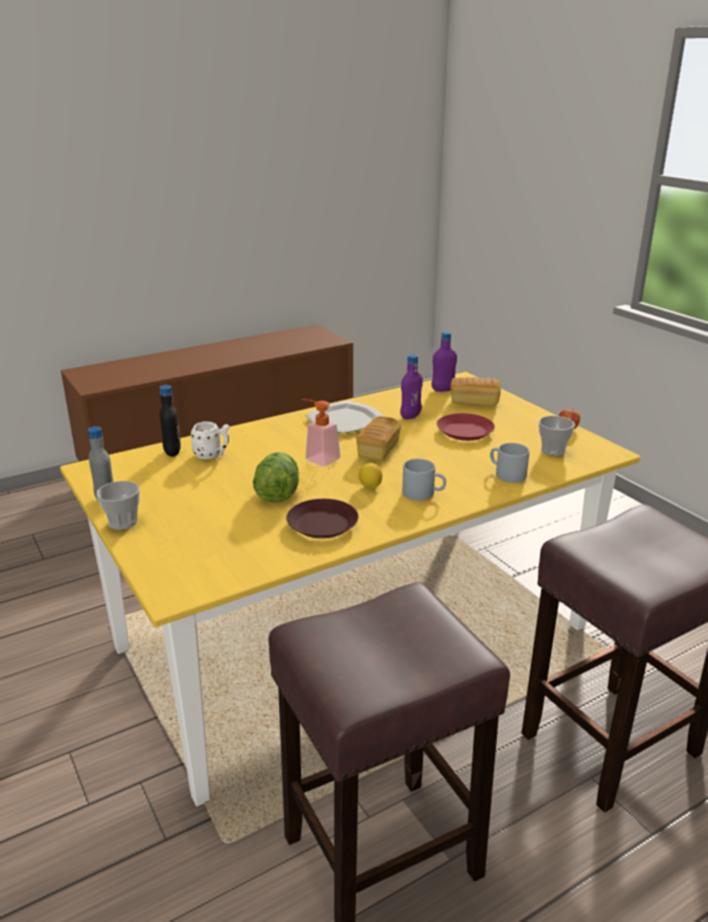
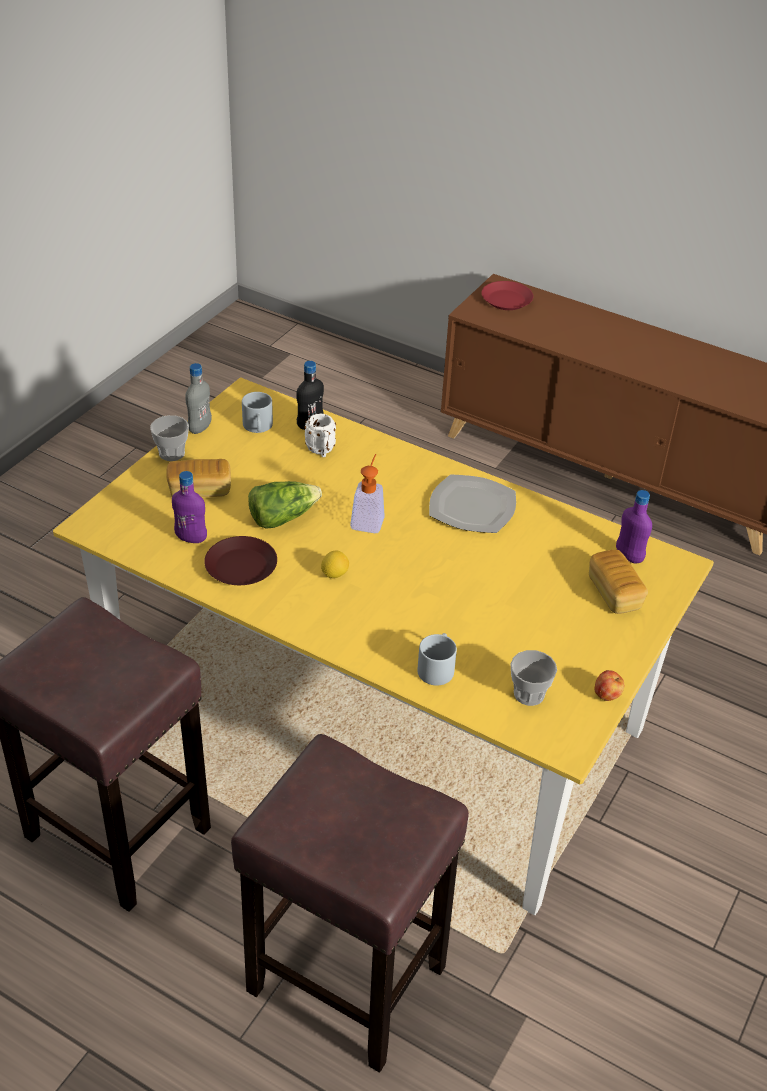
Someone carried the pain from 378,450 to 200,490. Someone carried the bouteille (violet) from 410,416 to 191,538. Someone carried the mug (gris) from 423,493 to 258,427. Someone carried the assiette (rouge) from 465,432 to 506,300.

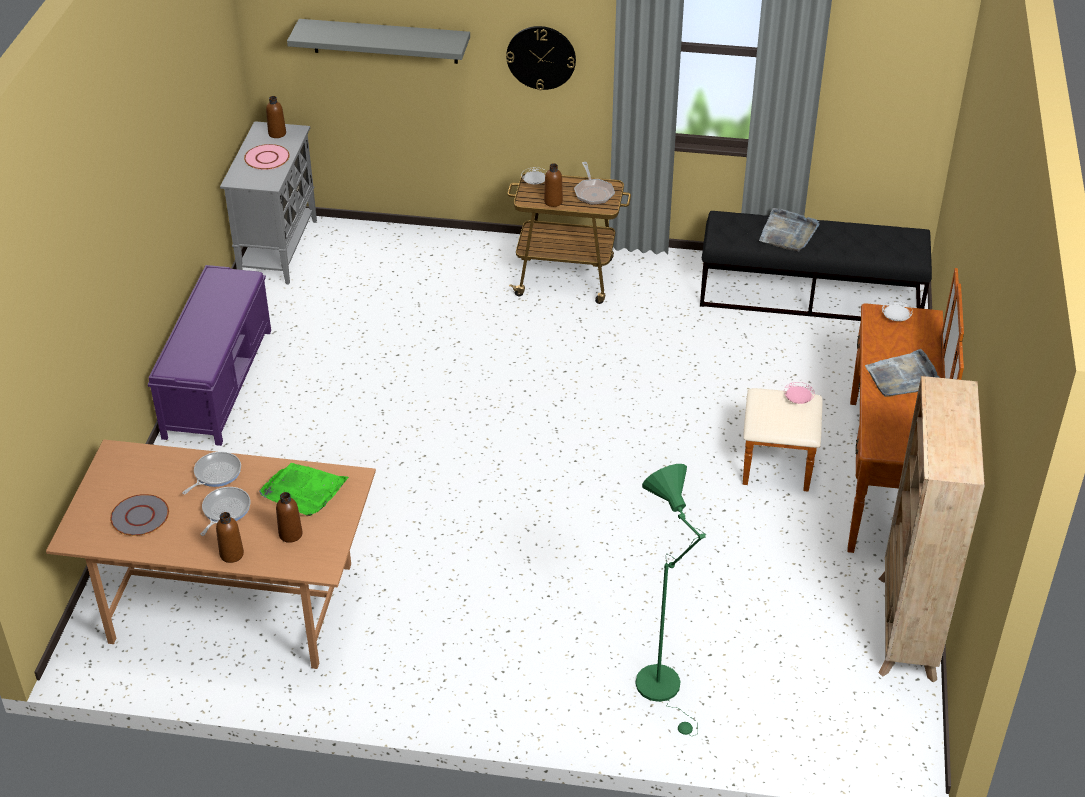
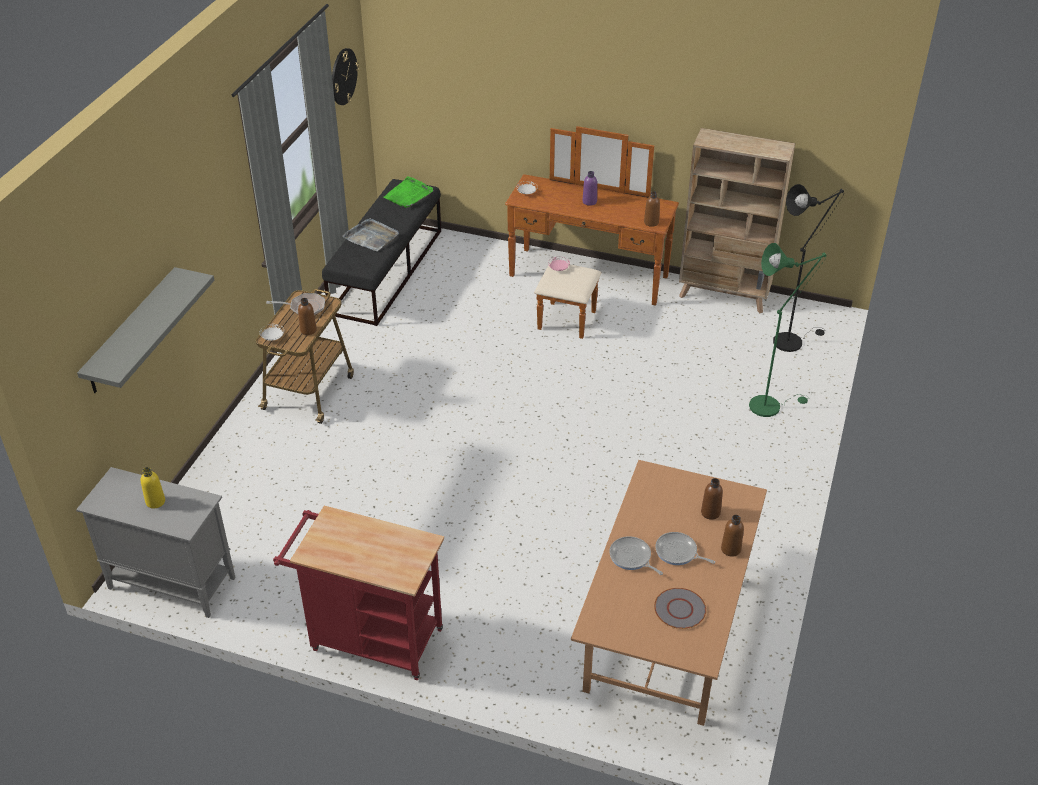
Someone swapped the banc (violet) at 218,382 for the chariot (rouge) at 369,638. Someone swapped the assiette (rose) at 266,158 for the bouteille (jaune) at 155,501. Someone carried the plateau (vert) from 303,491 to 408,195. Someone carried the bouteille (marron) from 277,133 to 651,222. Someone carried the horloge murale from 541,57 to 343,76. Someone swapped the plateau (gris) at 903,377 for the bouteille (violet) at 589,201. Someone put down the lampadaire (noir) at 791,340.

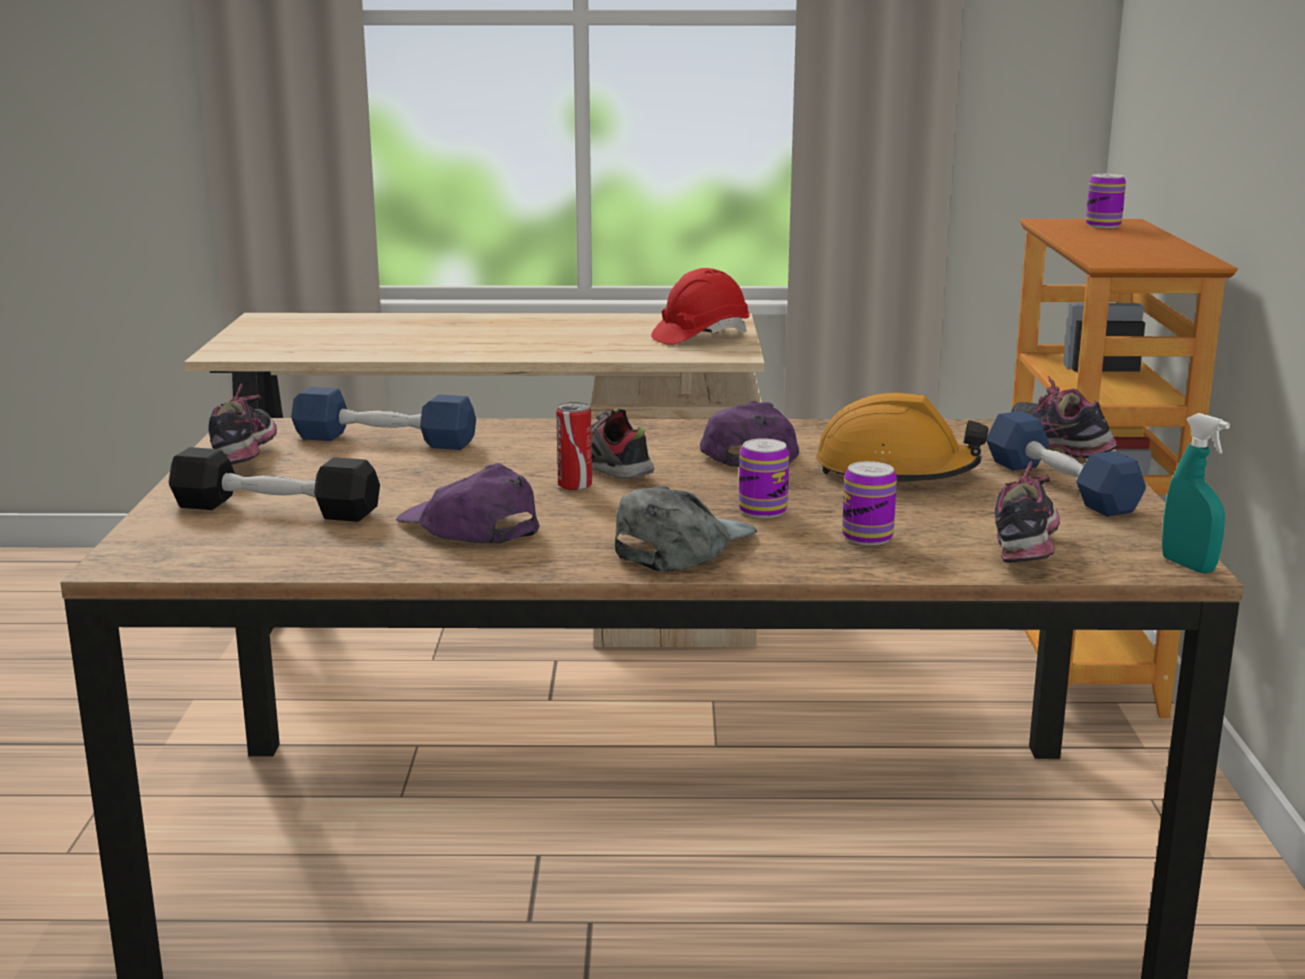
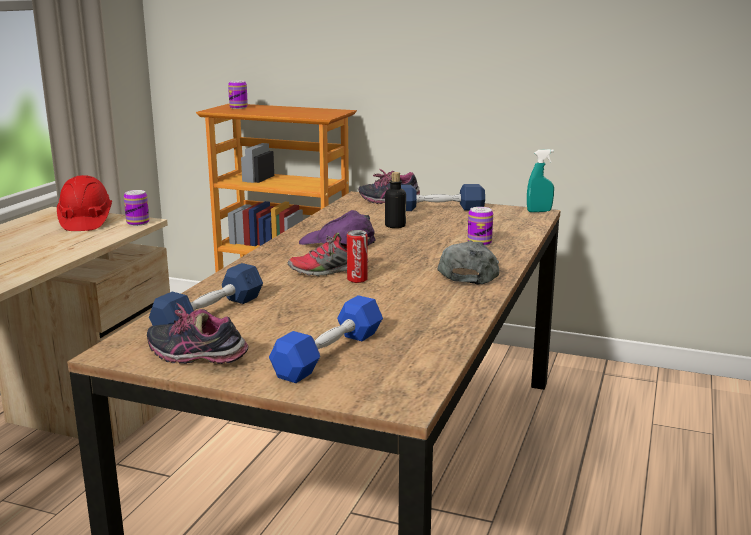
Someone repainted the haltère (noir) at 275,509, which became the haltère (bleu) at 329,354. Someone took away the casquette (violet) at 468,525. Someone rotated the casquette (gris) at 682,546 by 45 degrees clockwise. Someone carried the boîte métallique from 762,511 to 138,223. Someone swapped the casque de chantier (orange) at 896,472 for the bouteille at 395,226. Someone took away the chaussure at 1026,550.

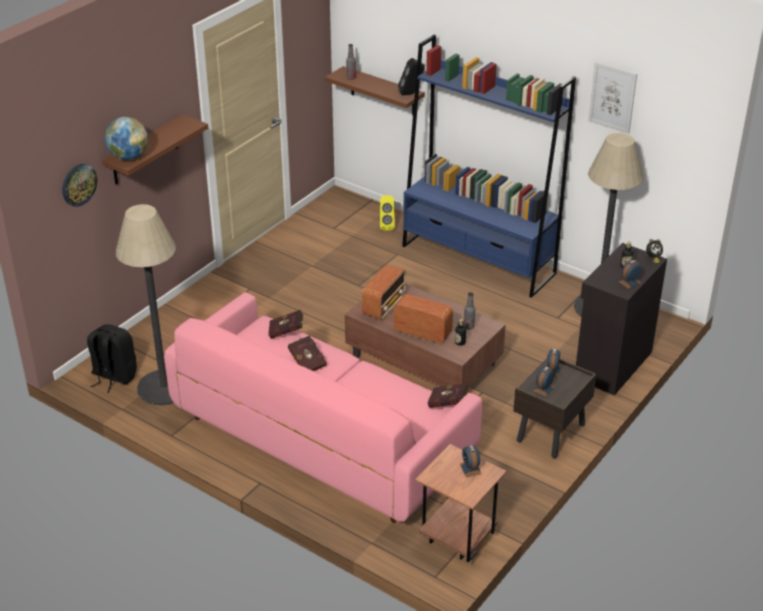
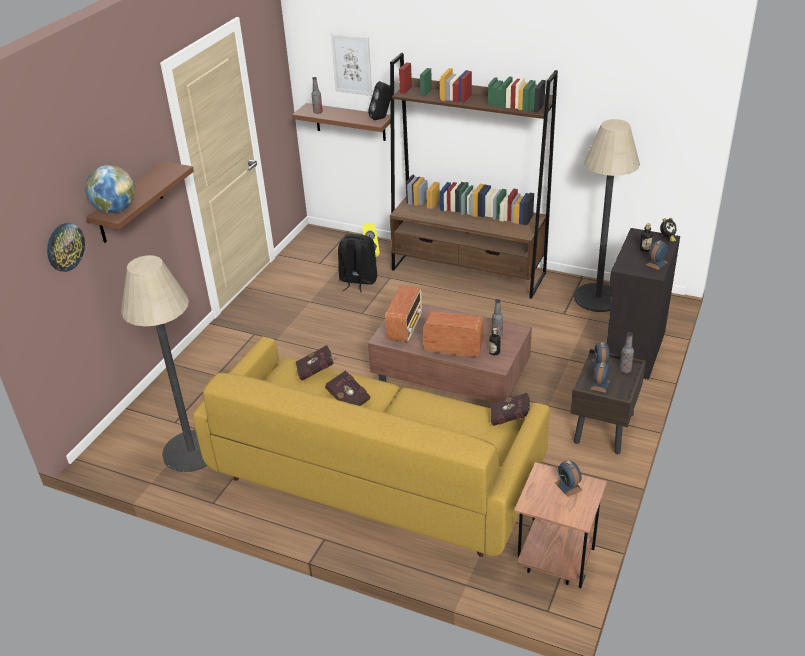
Someone carried the sac à dos (noir) from 113,377 to 358,281. Someone repainted the canapé (rose) at 322,437, which became the canapé (jaune) at 375,475. Someone repainted the bibliothèque (bleu) at 478,260, which became the bibliothèque (marron) at 468,271. Someone carried the tableau from 612,97 to 352,64. Someone put down the bouteille at 625,370.

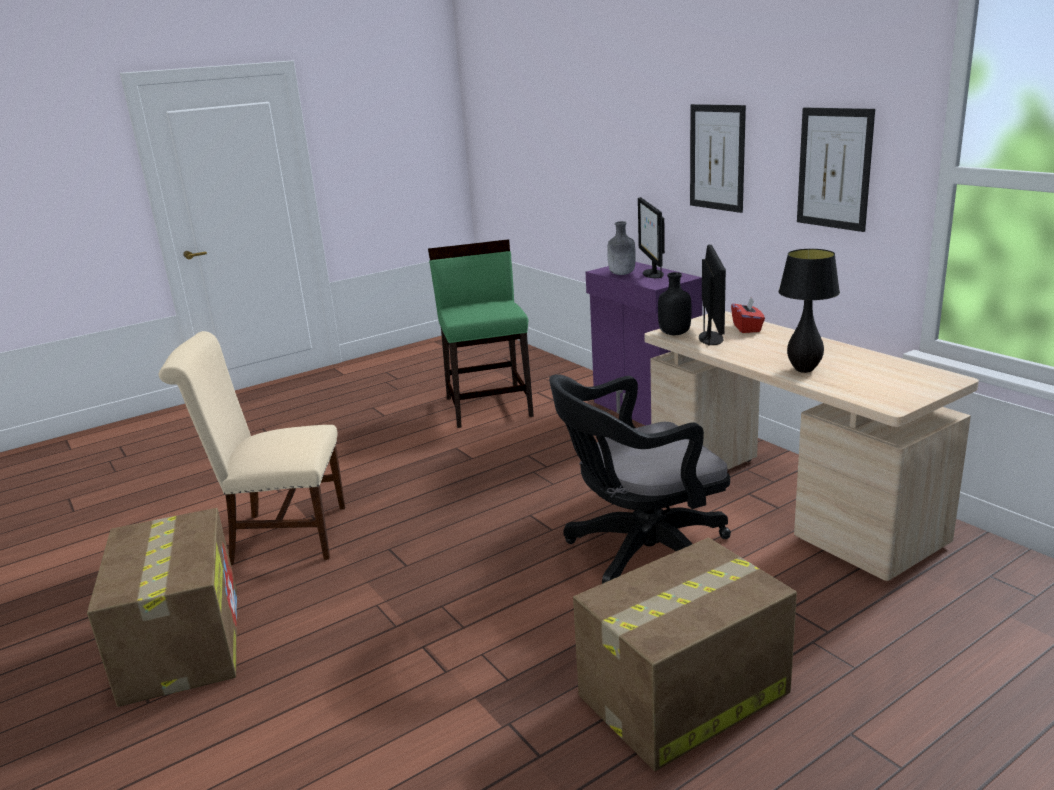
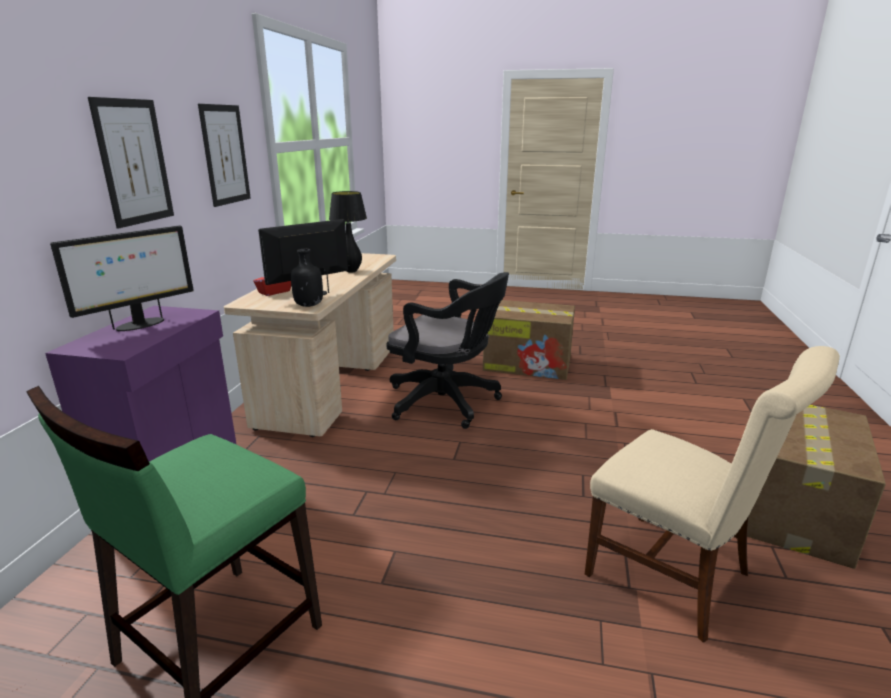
Someone took away the bouteille (gris) at 621,274.

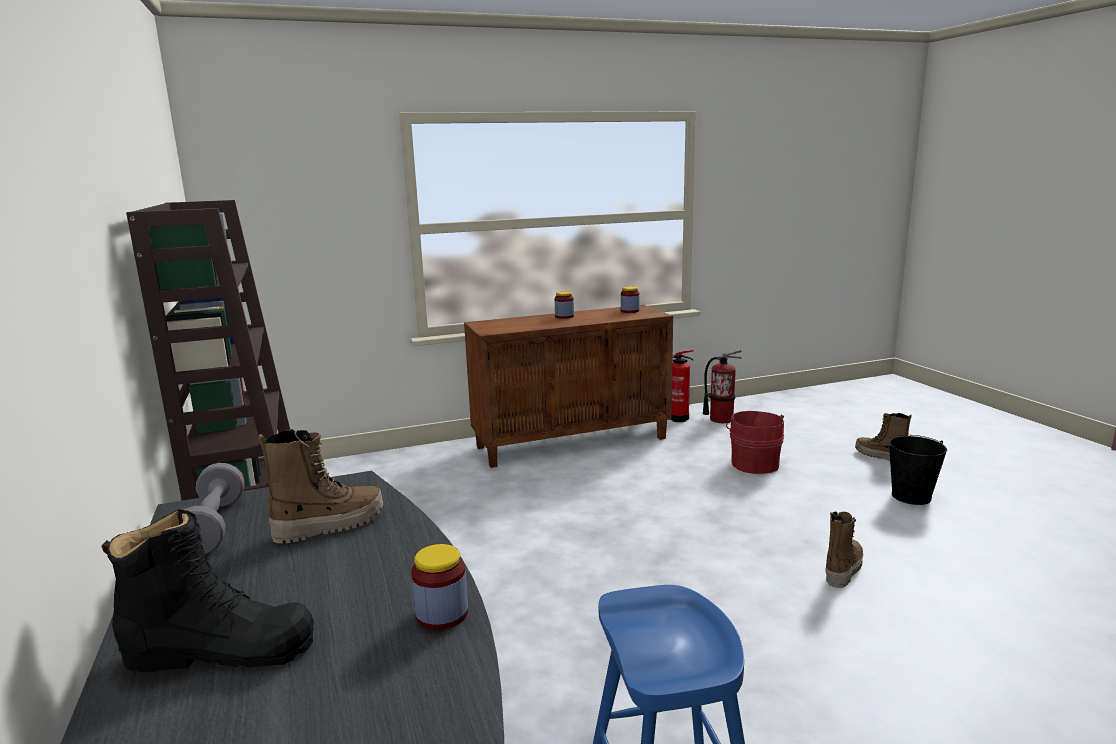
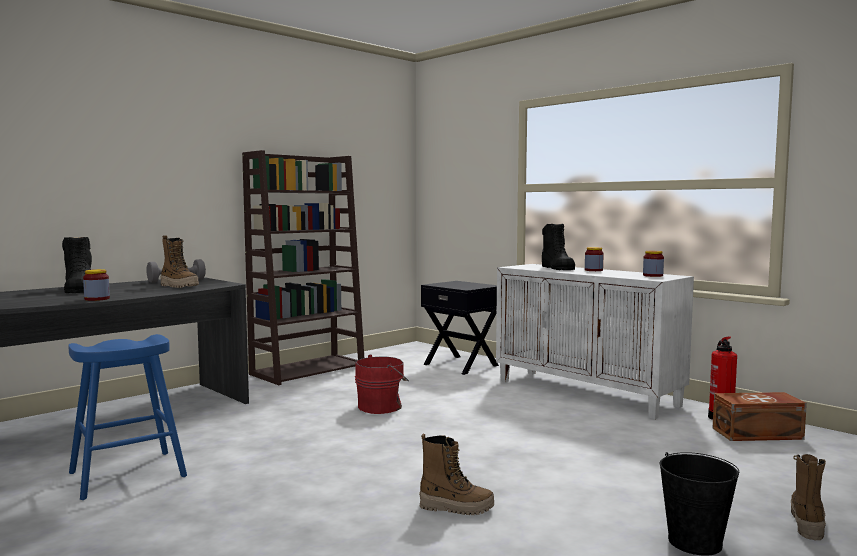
Someone repainted the meuble de rangement (marron) at 572,442, which became the meuble de rangement (blanc) at 587,393. Someone swapped the extincteur at 721,419 for the boîte de rangement (marron) at 759,434. Someone carried the seau (rouge) from 754,463 to 382,406. Someone put down the table de chevet (noir) at 461,365. Someone put down the botte (noir) at 557,268.

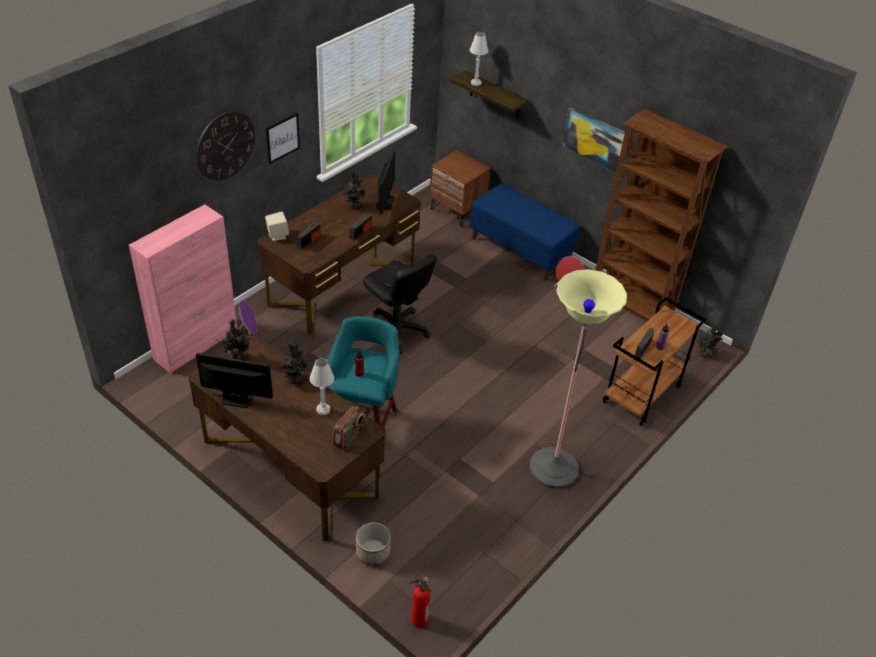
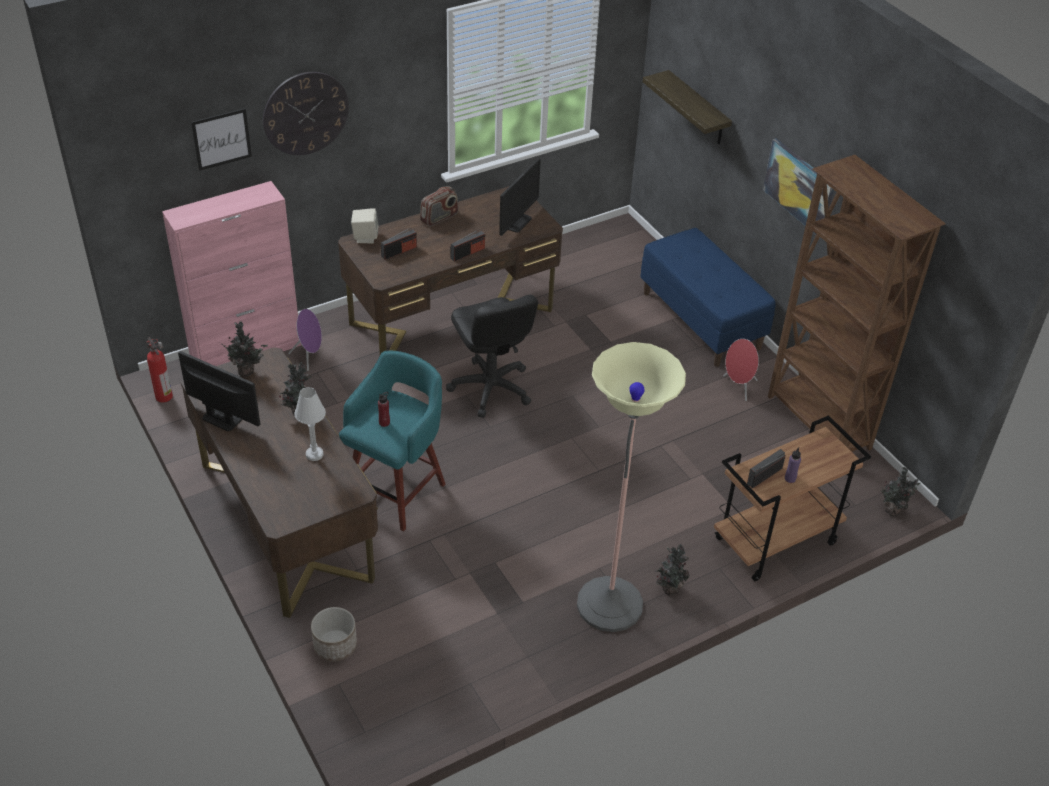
Someone carried the tableau from 282,138 to 221,139. Someone carried the radio from 349,436 to 439,218. Someone carried the plante en pot from 353,205 to 669,588. Someone carried the extincteur from 418,619 to 163,396. Someone took away the table de chevet (marron) at 457,210. Someone took away the lampe de table (blanc) at 476,83.

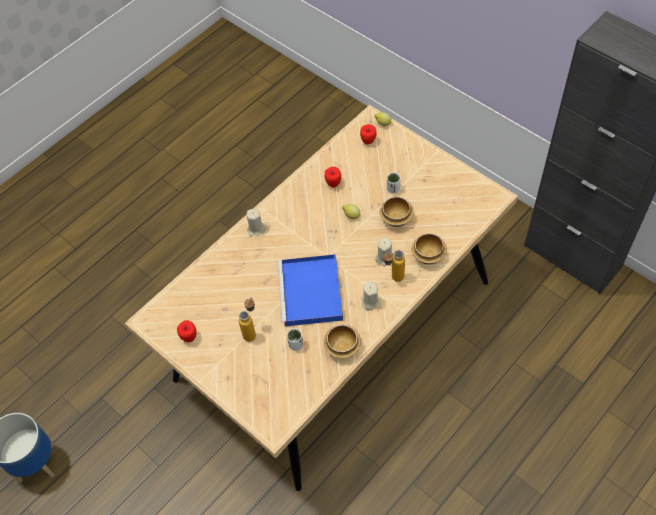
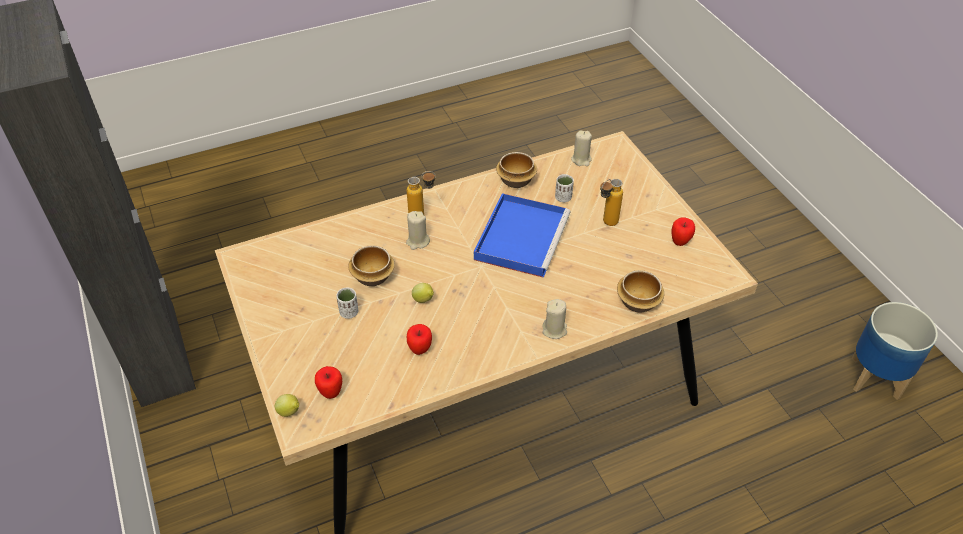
Someone carried the bougie (beige) from 370,302 to 581,159. Someone carried the bol from 428,256 to 638,301.

